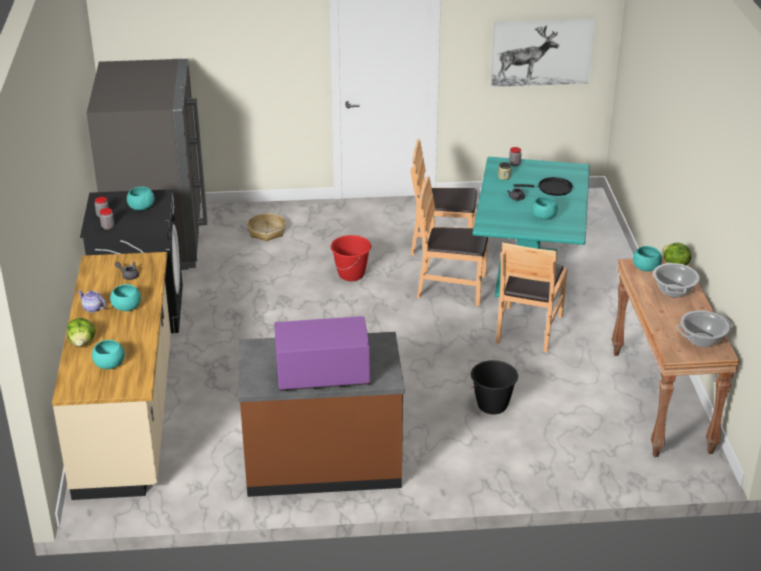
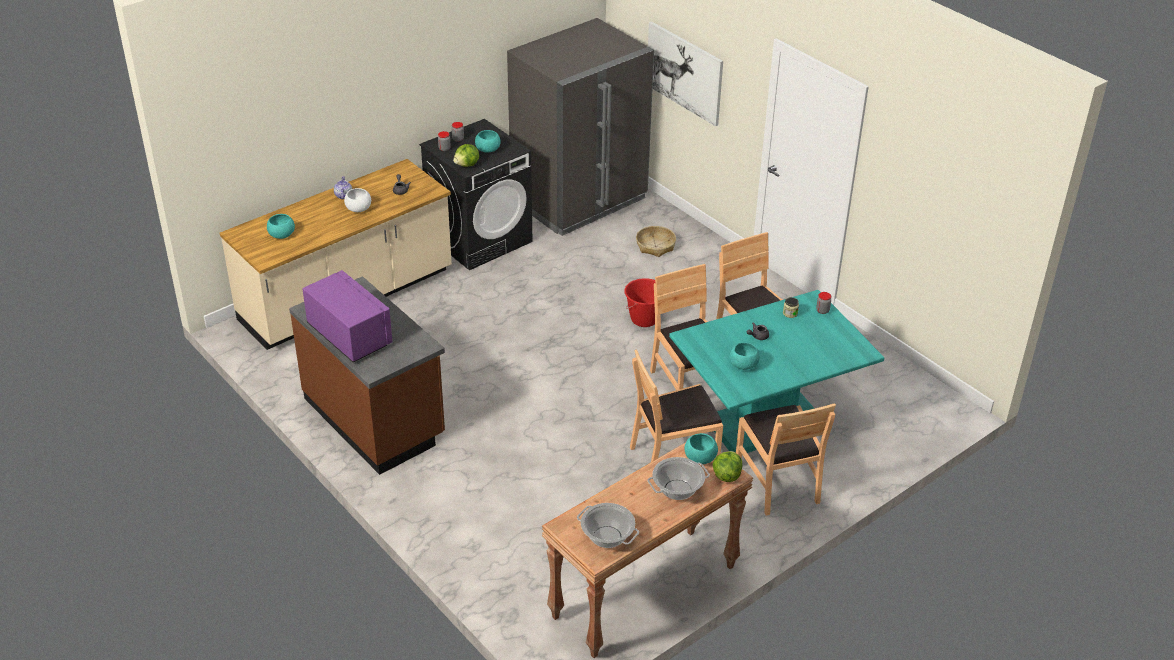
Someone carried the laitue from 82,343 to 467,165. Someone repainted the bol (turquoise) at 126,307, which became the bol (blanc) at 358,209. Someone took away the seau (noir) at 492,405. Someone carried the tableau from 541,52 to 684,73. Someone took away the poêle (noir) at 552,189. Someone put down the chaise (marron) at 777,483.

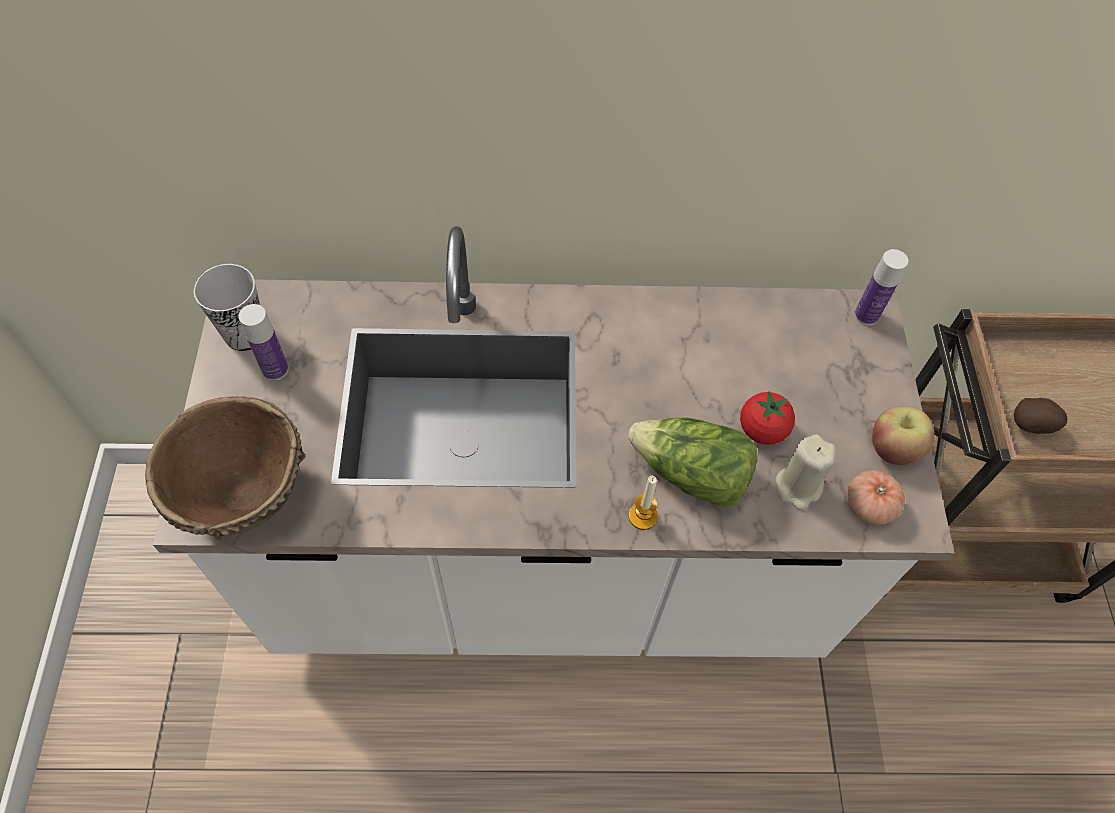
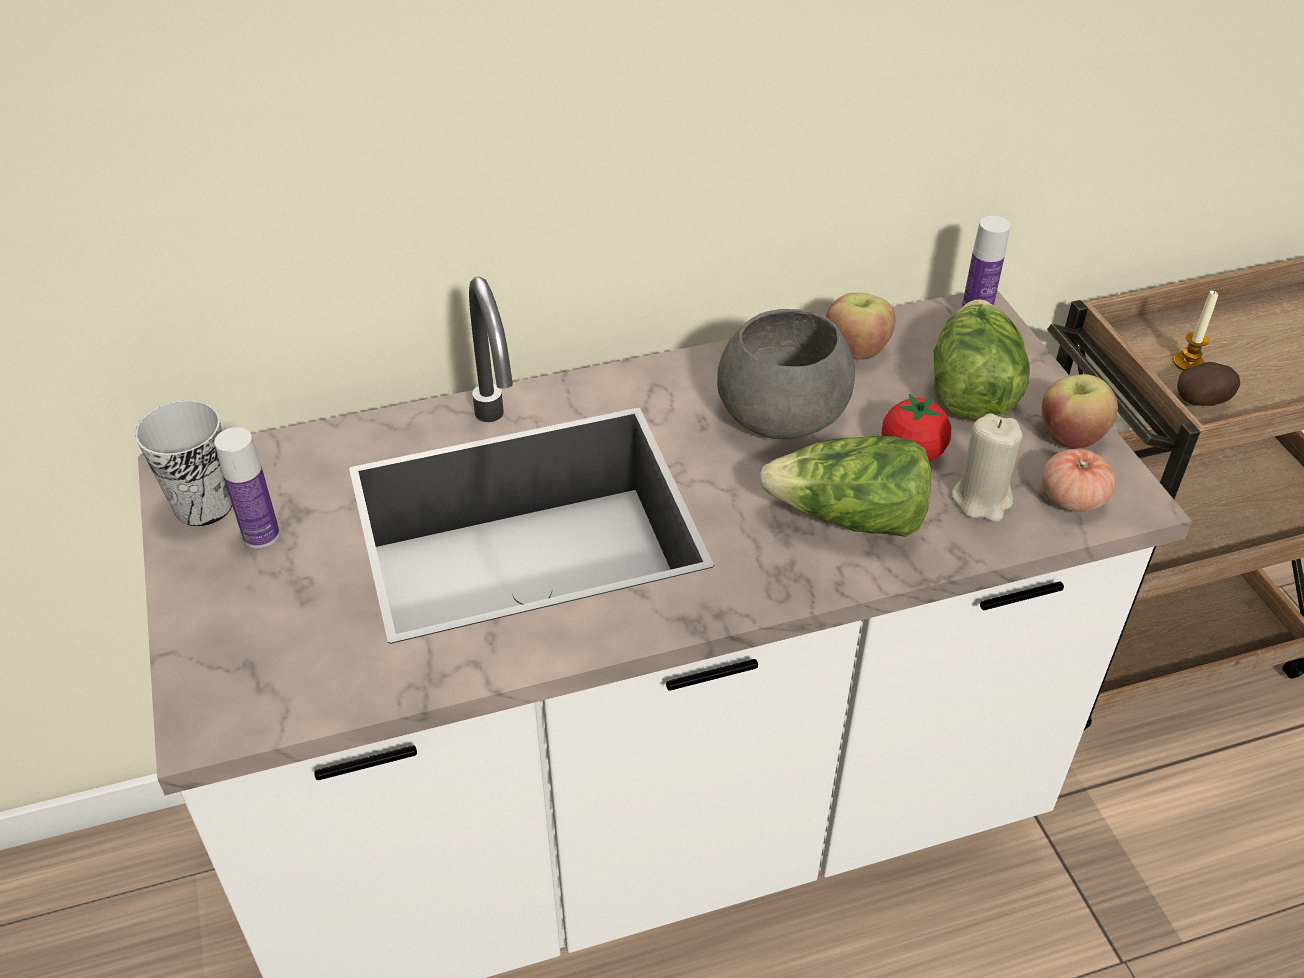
Someone took away the bol (marron) at 243,496. Someone carried the bougie from 643,516 to 1188,363. Someone put down the bol (gris) at 785,413. Someone put down the pomme at 856,349. Someone put down the laitue at 970,388.

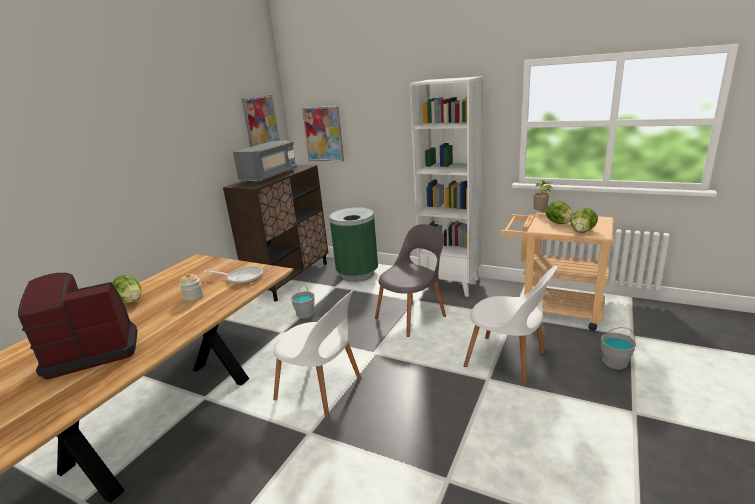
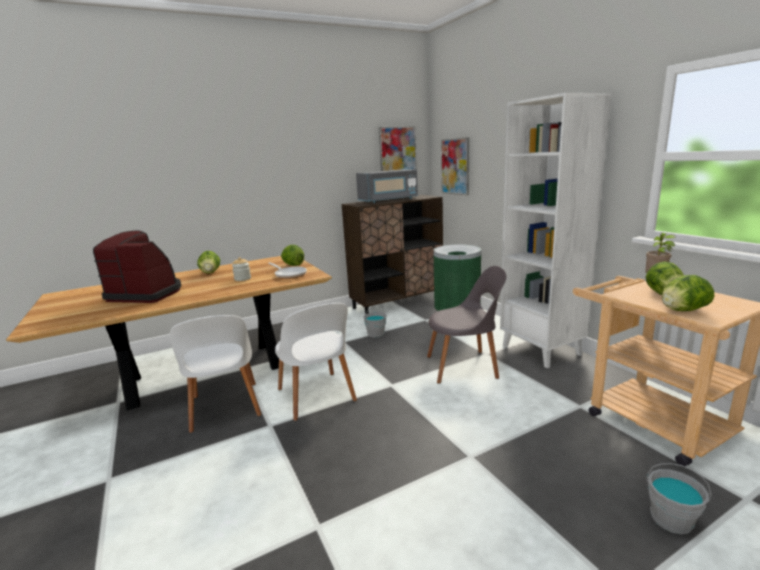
Someone carried the chaise (blanc) from 508,361 to 225,408. Someone put down the laitue at 293,265.

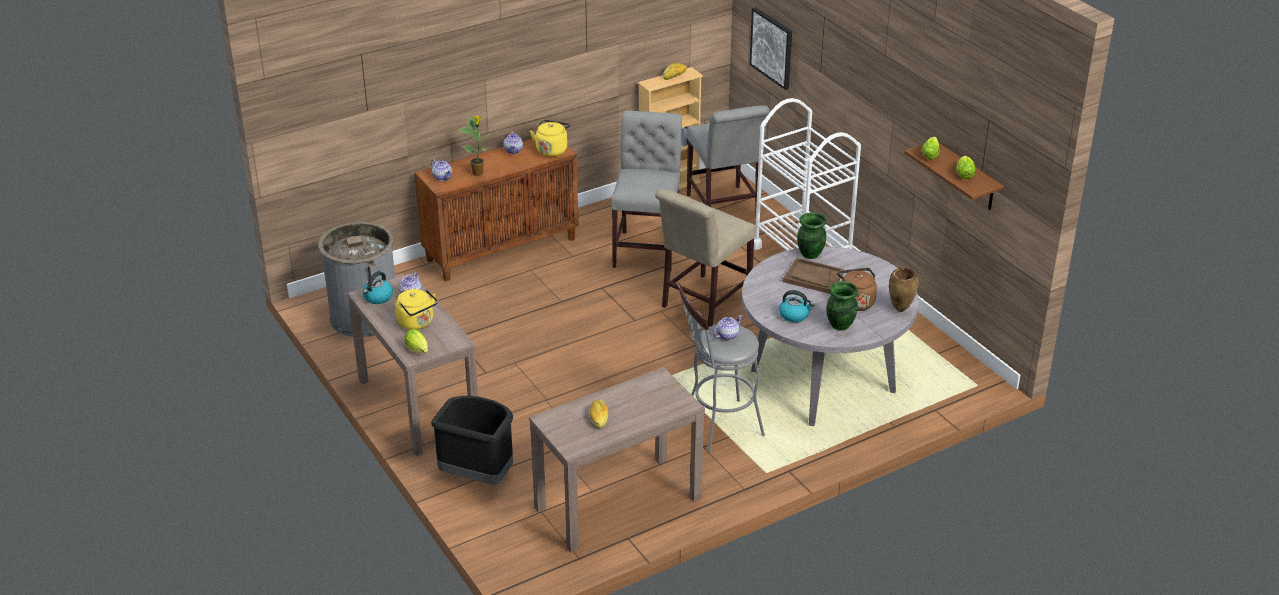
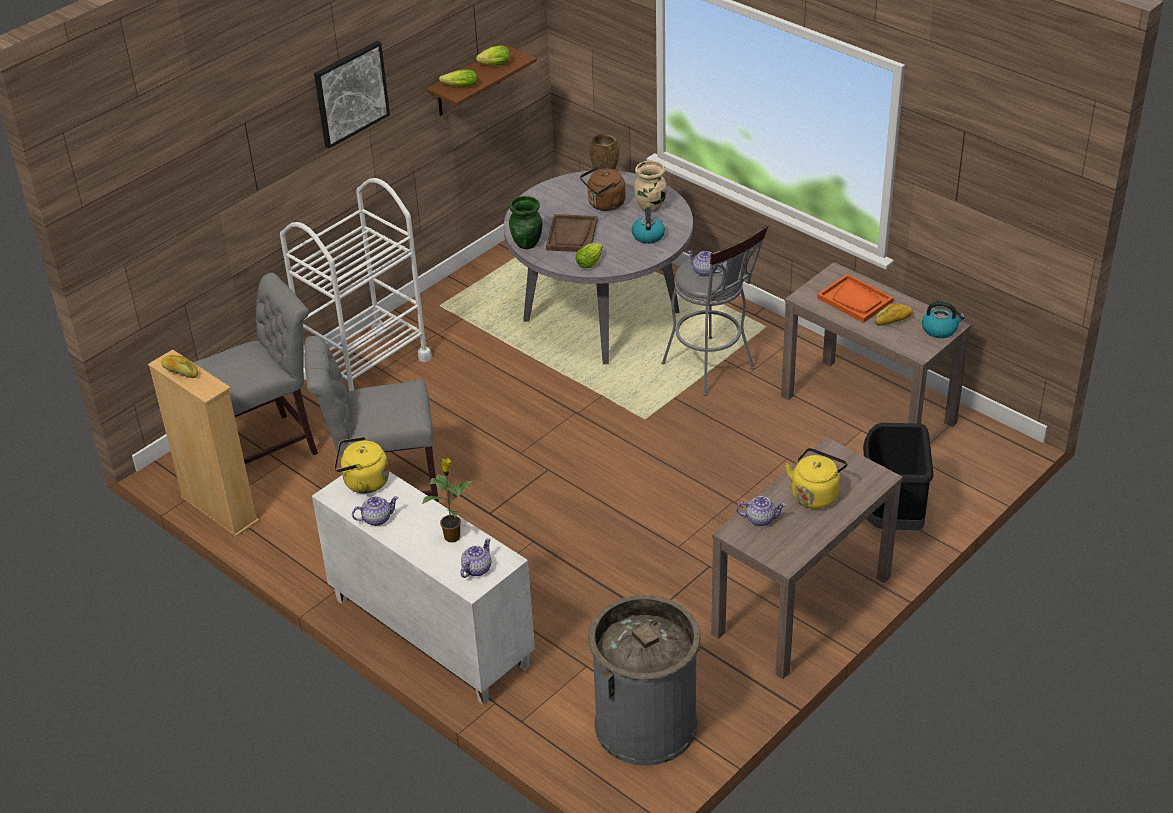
Someone carried the bouilloire from 378,297 to 940,329. Someone carried the laitue from 418,350 to 590,262. Someone repainted the meuble de rangement (marron) at 501,249, which became the meuble de rangement (blanc) at 429,633. Someone took away the chaise (beige) at 702,303. Someone carried the tableau from 772,47 to 350,93. Someone repainted the vase (vert) at 840,325, which became the vase (beige) at 650,207. Someone put down the plateau (orange) at 855,300.

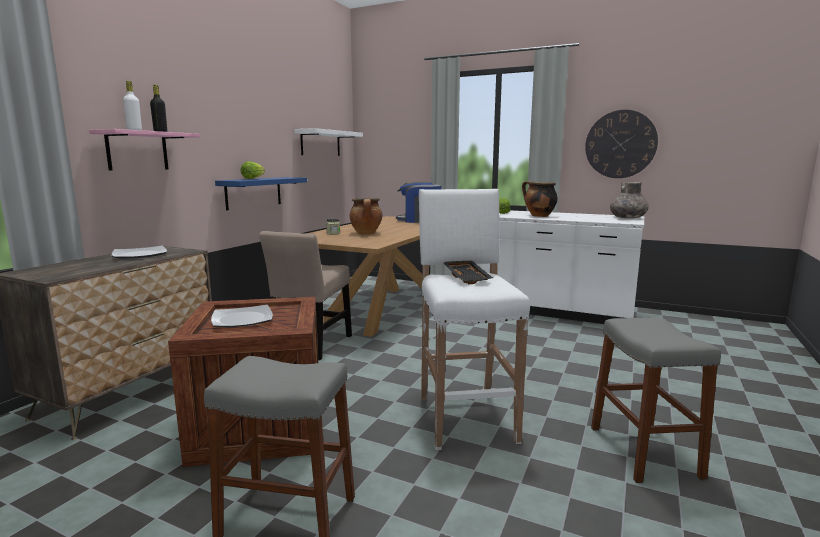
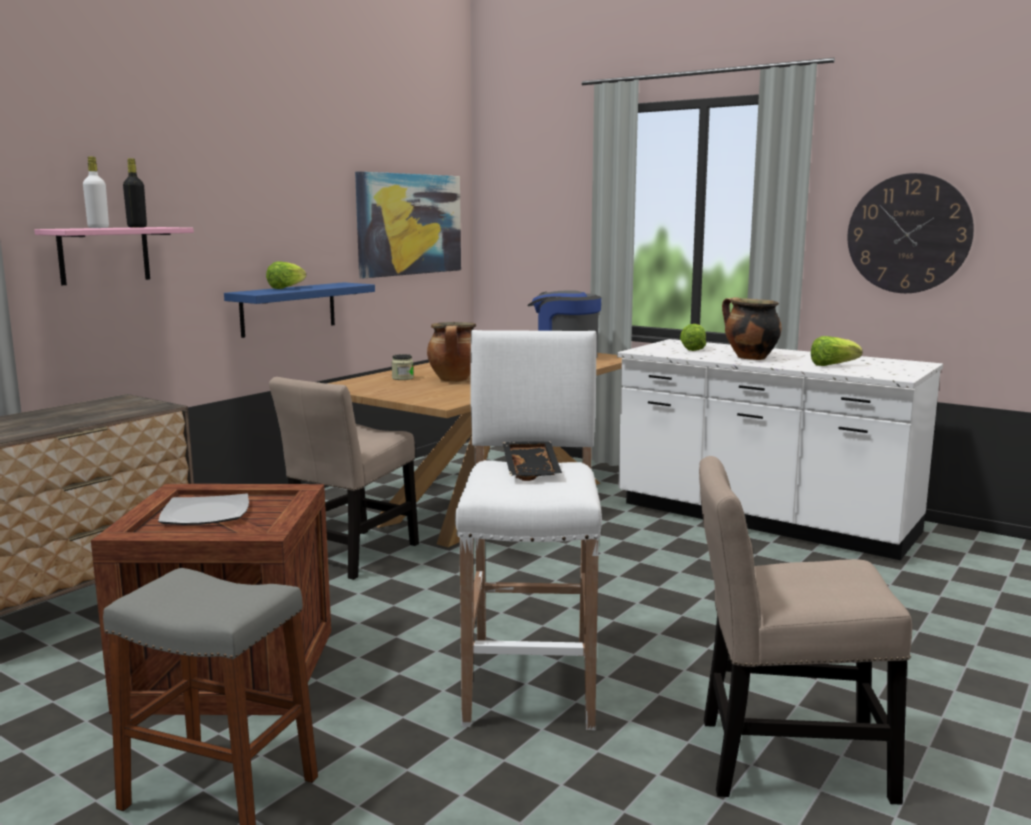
Someone took away the assiette at 139,255. Someone swapped the étagère (blanc) at 320,143 for the tableau at 409,224. Someone swapped the tabouret (gris) at 644,451 for the chaise (beige) at 783,760. Someone took away the vase (gris) at 628,218. Someone put down the laitue at 832,365.

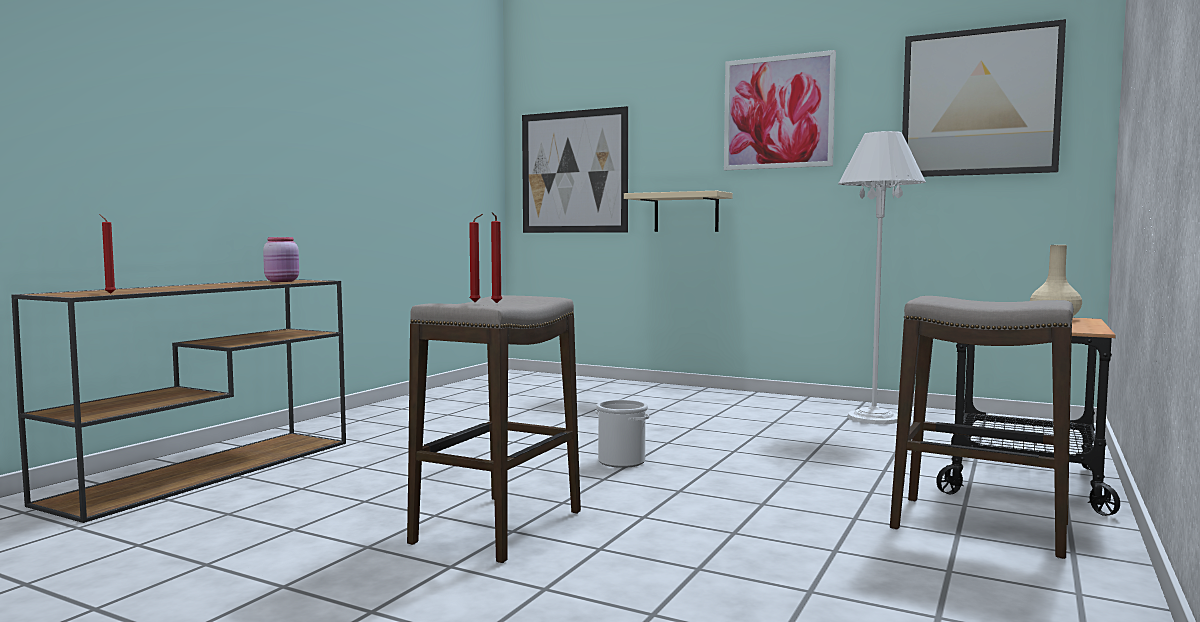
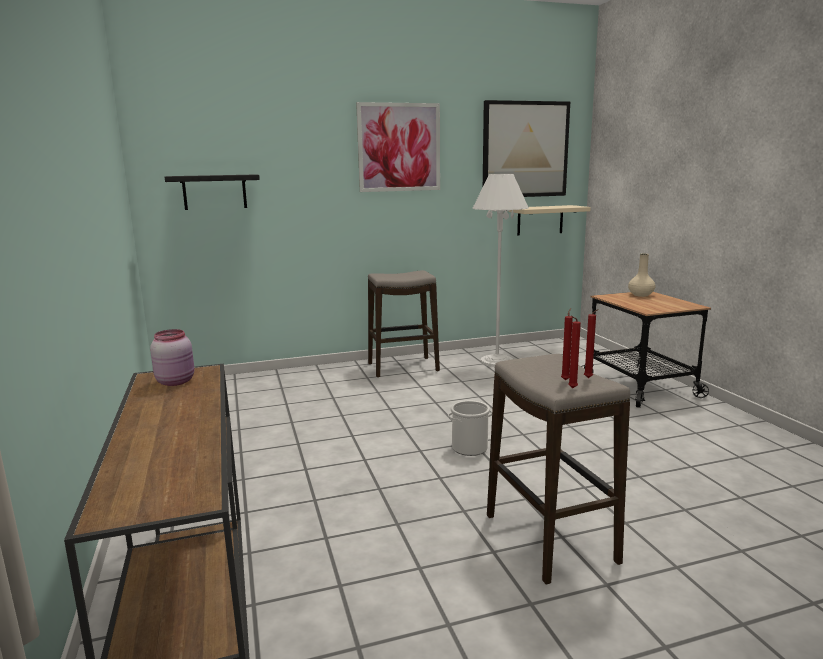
Someone carried the bougie (rouge) from 109,293 to 571,388. Someone swapped the tableau at 574,172 for the étagère (noir) at 214,192. Someone carried the étagère (beige) from 686,212 to 540,220. Someone carried the tabouret from 979,526 to 403,367.

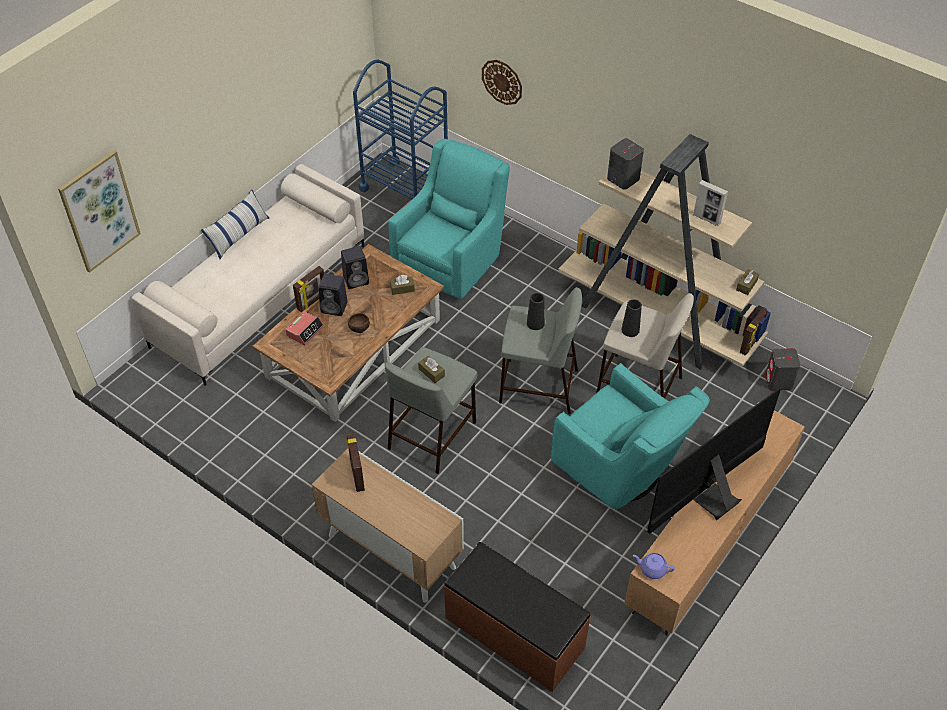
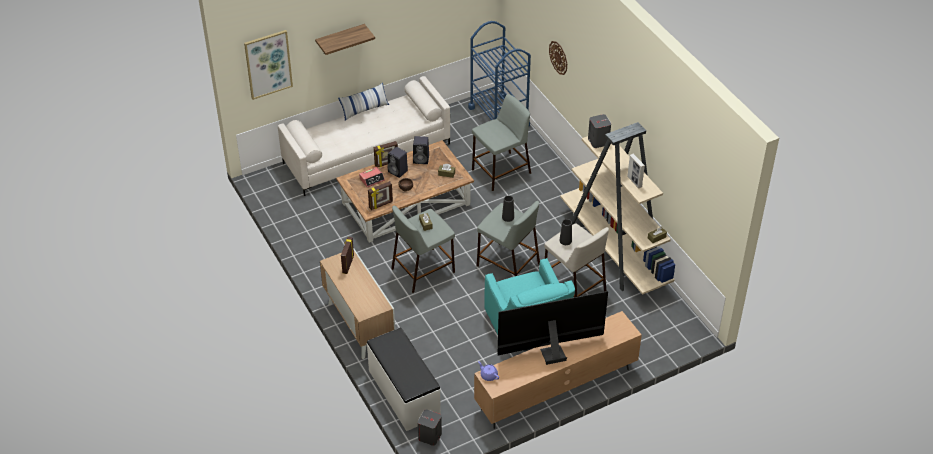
Someone swapped the fauteuil (turquoise) at 452,262 for the tabouret (gris) at 501,172. Someone repainted the banc (marron) at 514,633, which became the banc (blanc) at 403,393. Someone carried the cadre photo from 750,343 to 381,205. Someone carried the enceinte (gris) from 778,381 to 429,436. Someone put up the étagère at 340,39.

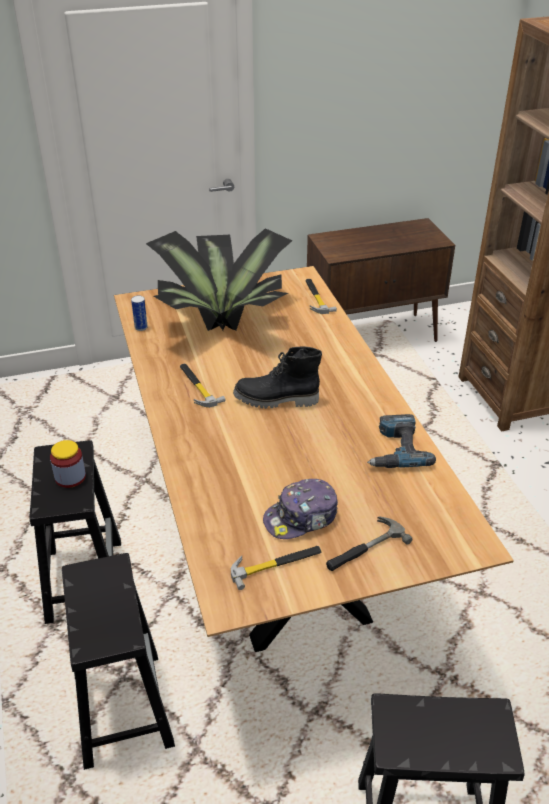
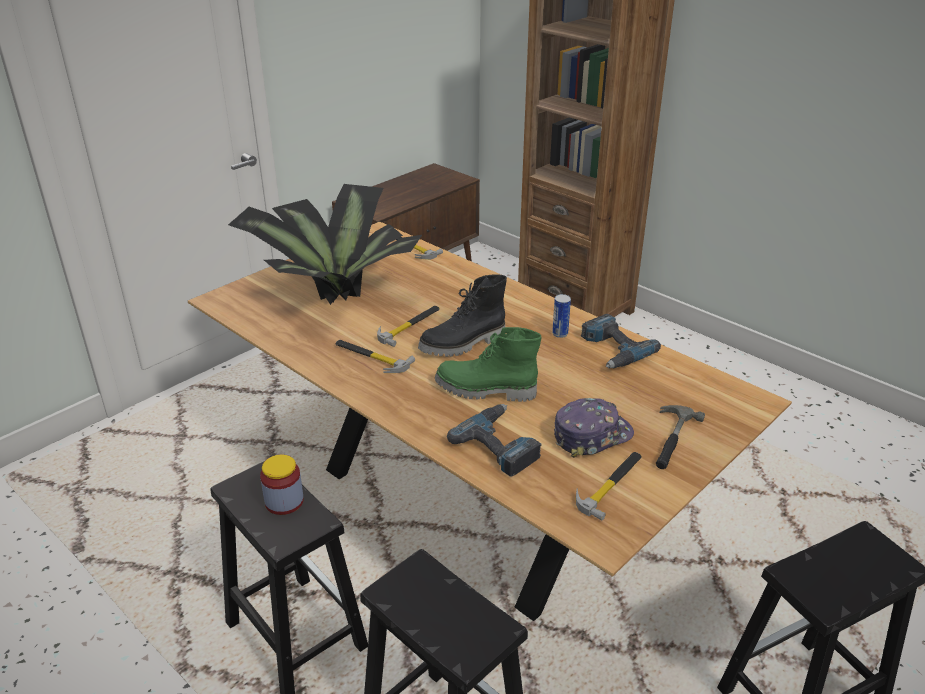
Someone carried the boîte métallique from 141,327 to 560,333. Someone rotated the casquette at 301,518 by 150 degrees counterclockwise. Someone put down the marteau at 409,326. Someone put down the botte (vert) at 485,391. Someone put down the perceuse at 501,444.

